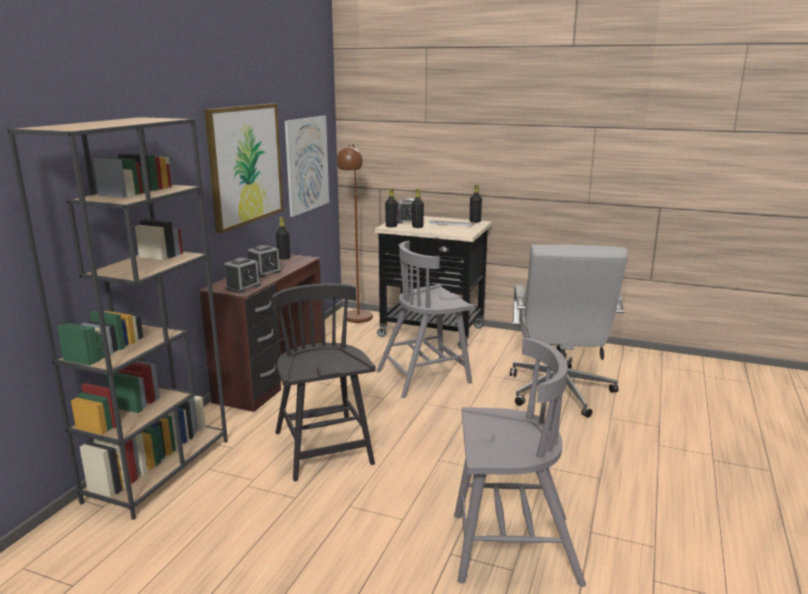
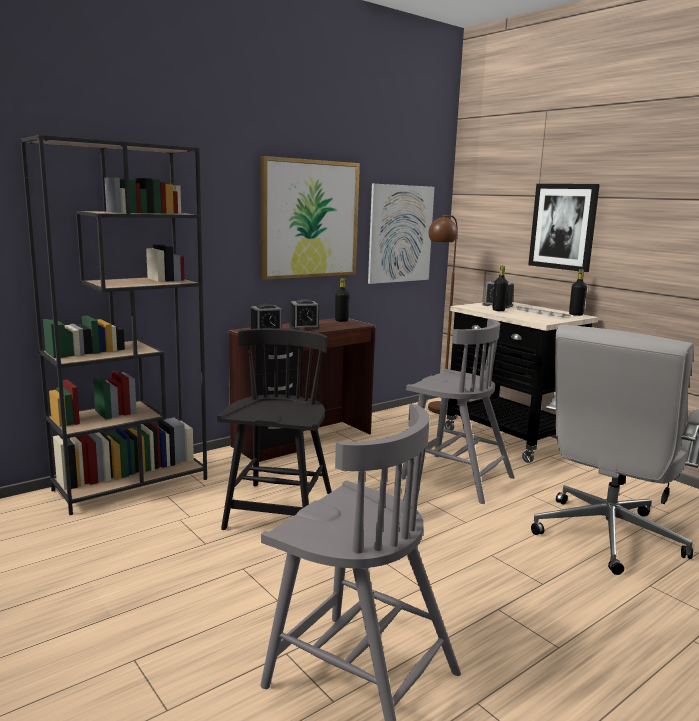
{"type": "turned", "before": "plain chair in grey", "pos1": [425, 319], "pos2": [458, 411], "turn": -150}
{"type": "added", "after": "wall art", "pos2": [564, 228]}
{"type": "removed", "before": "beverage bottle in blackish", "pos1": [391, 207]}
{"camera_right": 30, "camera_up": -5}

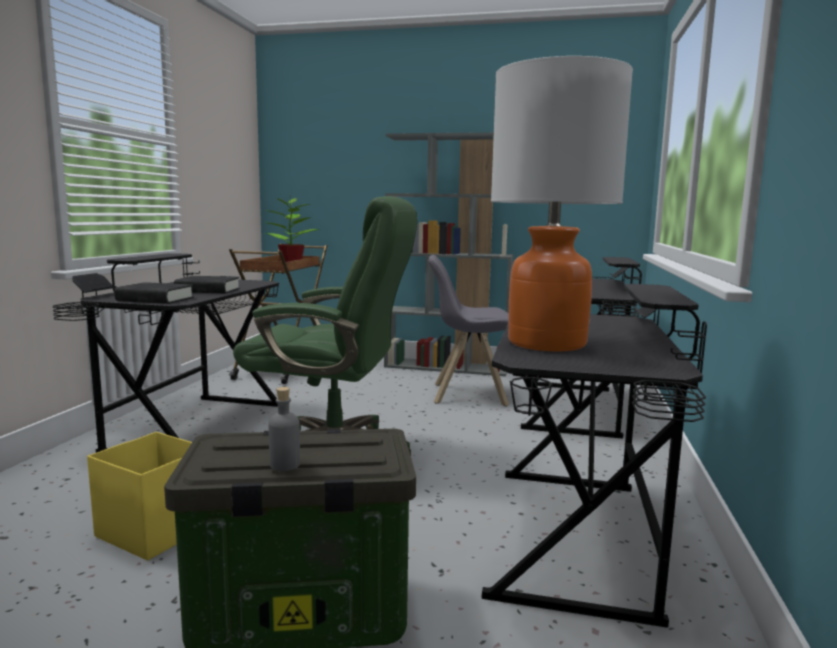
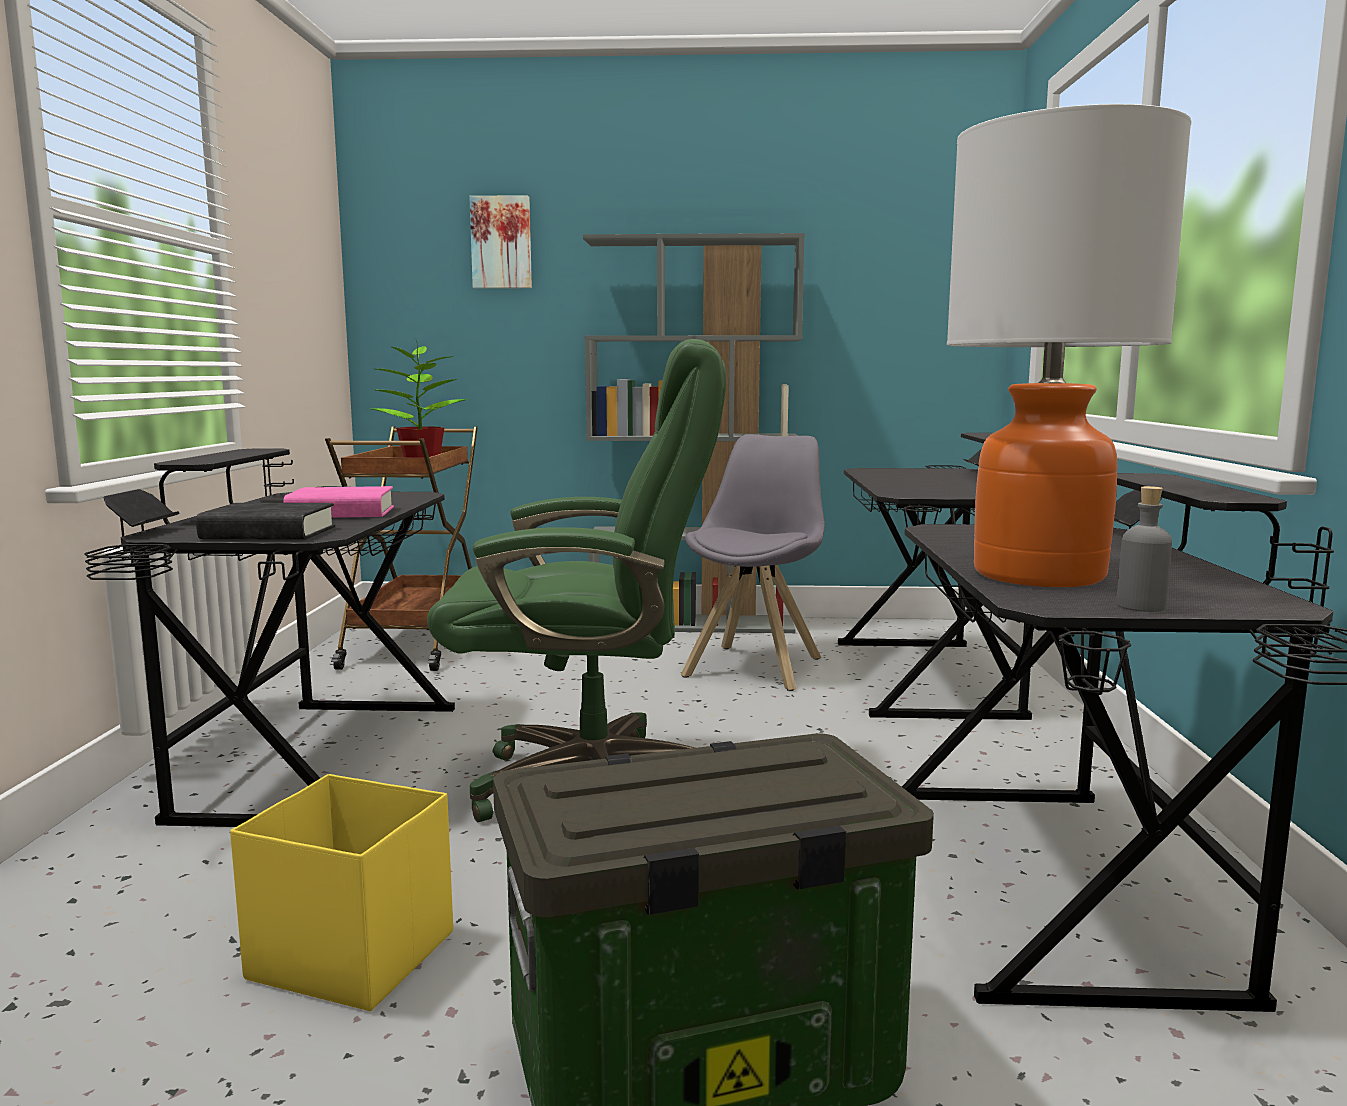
{"type": "recoloured", "before": "bound book in blackish", "after": "bound book in pink-coloured", "pos1": [207, 284], "pos2": [339, 502]}
{"type": "added", "after": "wall art", "pos2": [500, 242]}
{"type": "turned", "before": "plain chair in grey", "pos1": [468, 330], "pos2": [753, 562], "turn": 120}
{"type": "moved", "before": "beverage bottle in grey", "pos1": [284, 429], "pos2": [1144, 549]}
{"camera_right": -10, "camera_up": 0}

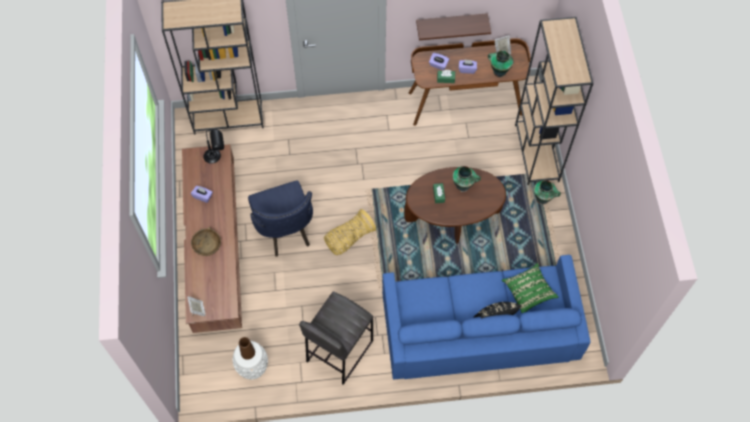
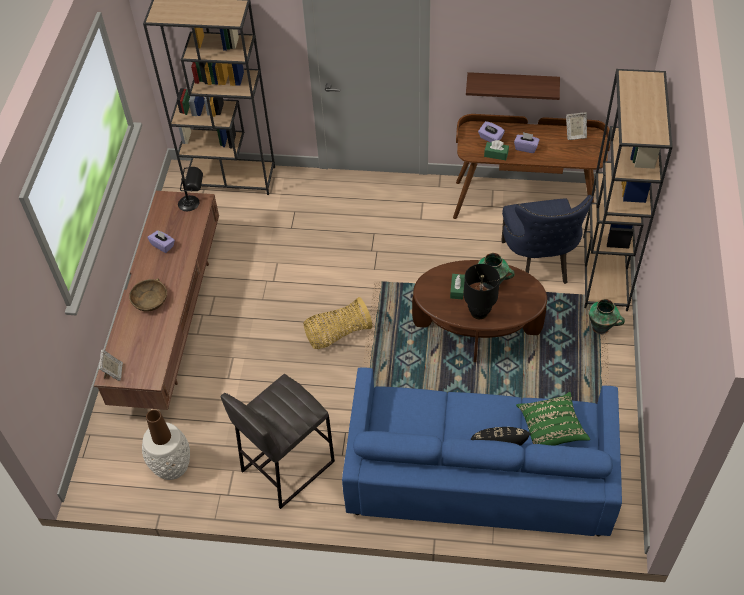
{"type": "added", "after": "table lamp in blackish", "pos2": [482, 291]}
{"type": "moved", "before": "plain chair in blue", "pos1": [280, 218], "pos2": [547, 239]}
{"type": "removed", "before": "vase", "pos1": [500, 64]}
{"camera_right": 15, "camera_up": -10}

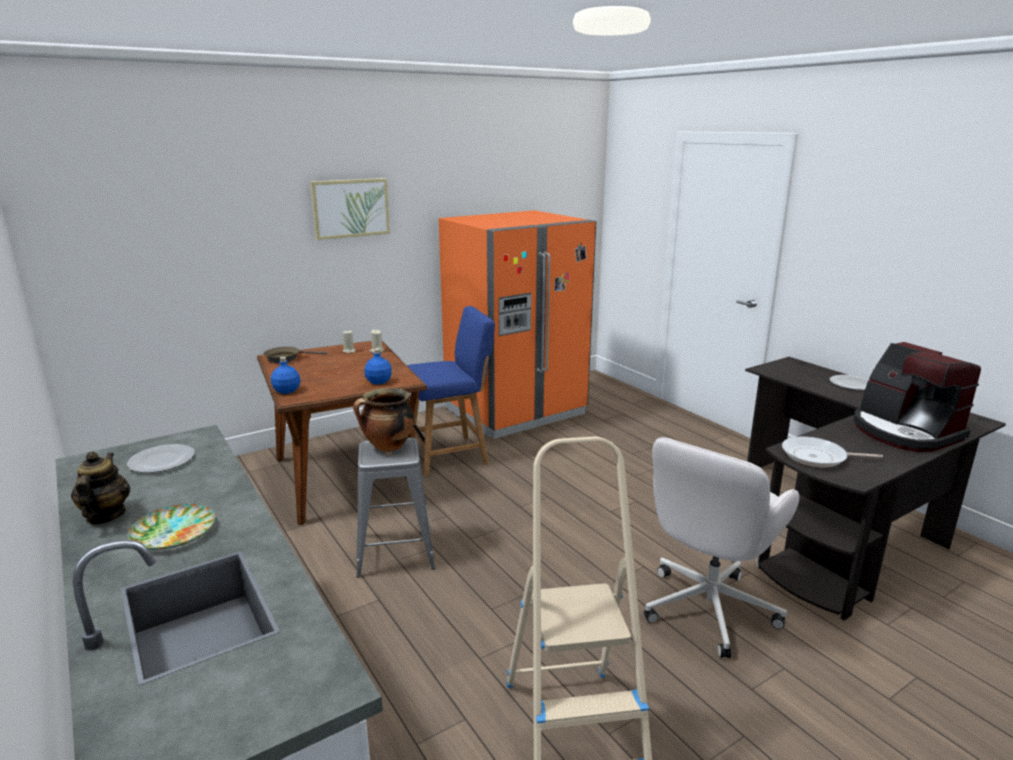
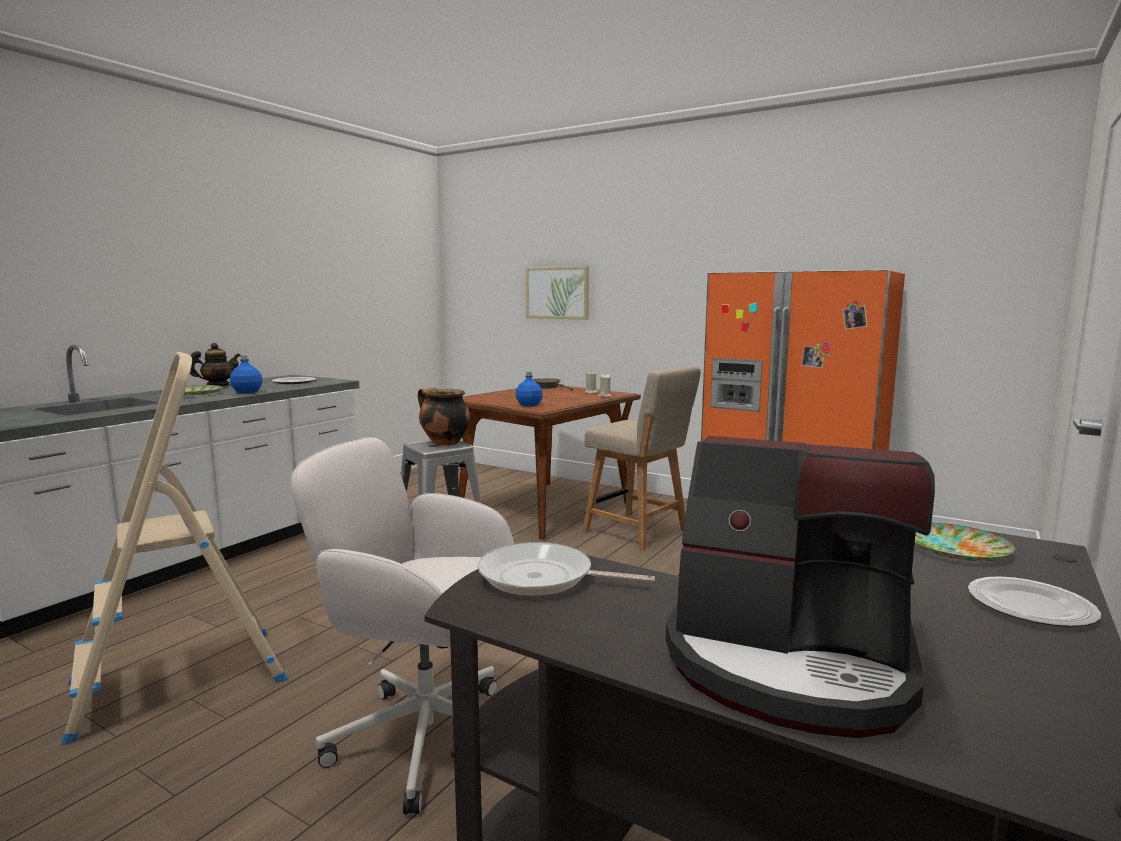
{"type": "moved", "before": "beverage bottle in blue", "pos1": [286, 375], "pos2": [246, 374]}
{"type": "turned", "before": "frying pan", "pos1": [832, 452], "pos2": [566, 569], "turn": -60}
{"type": "moved", "before": "wall art", "pos1": [350, 209], "pos2": [557, 293]}
{"type": "recoloured", "before": "plain chair in blue", "after": "plain chair in sand-coloured", "pos1": [451, 391], "pos2": [641, 458]}
{"type": "turned", "before": "coffee machine", "pos1": [917, 397], "pos2": [800, 587], "turn": -105}
{"type": "added", "after": "flat dish", "pos2": [965, 542]}
{"camera_right": 65, "camera_up": -10}

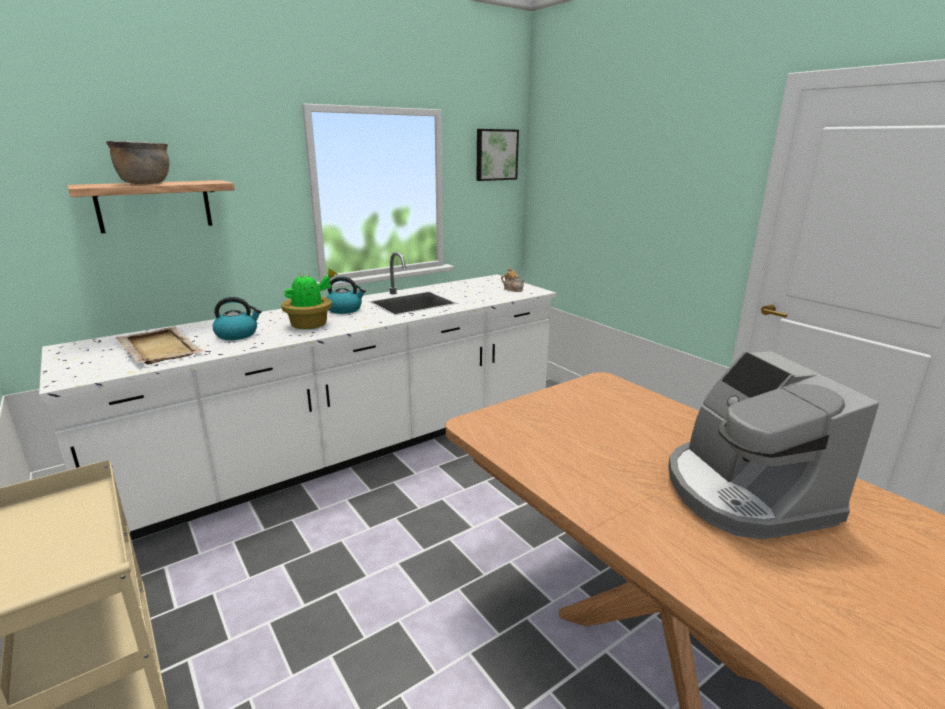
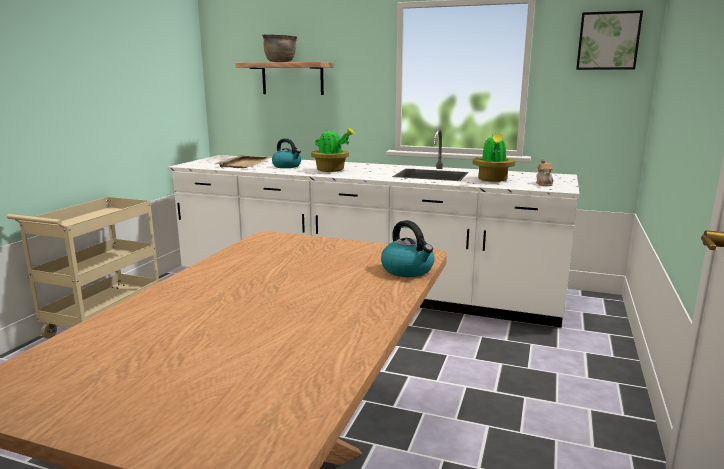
{"type": "moved", "before": "kettle", "pos1": [346, 295], "pos2": [407, 248]}
{"type": "added", "after": "potted plant", "pos2": [494, 157]}
{"type": "removed", "before": "coffee machine", "pos1": [773, 445]}
{"camera_right": 55, "camera_up": -5}

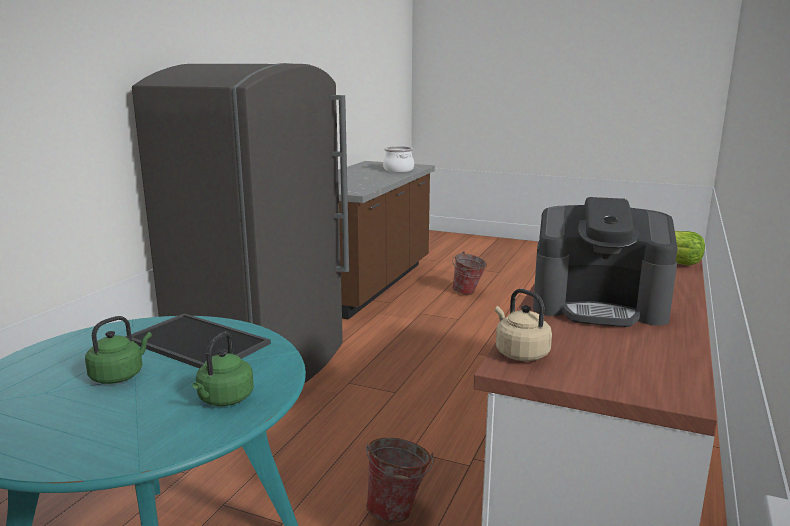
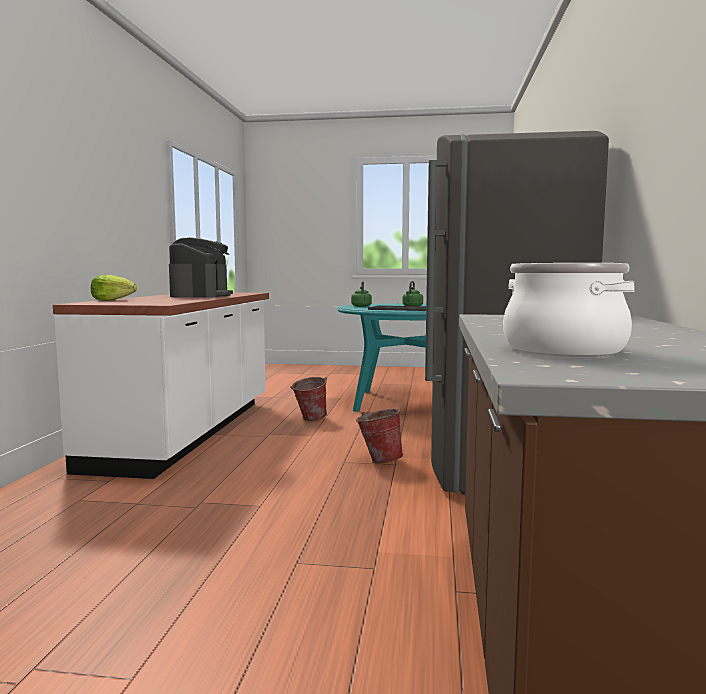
{"type": "turned", "before": "coffee machine", "pos1": [605, 262], "pos2": [201, 267], "turn": 90}
{"type": "moved", "before": "water bucket", "pos1": [469, 273], "pos2": [379, 436]}
{"type": "removed", "before": "kettle in sand-coloured", "pos1": [523, 325]}
{"camera_right": 165, "camera_up": -10}

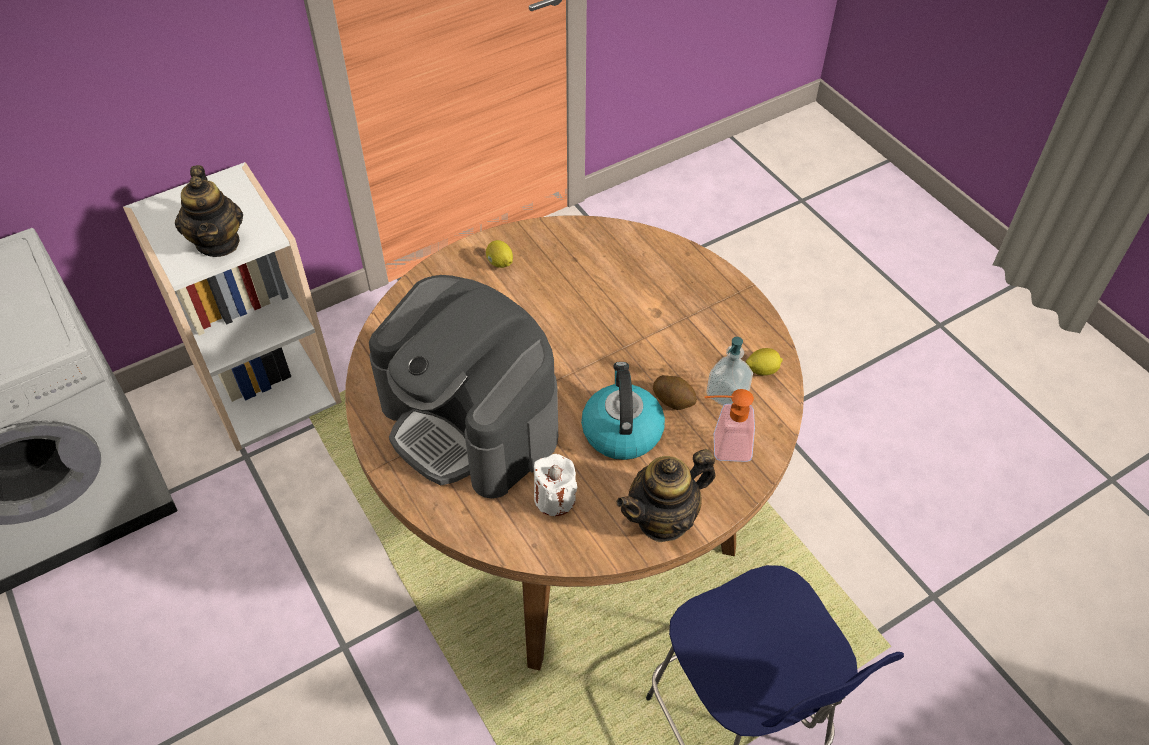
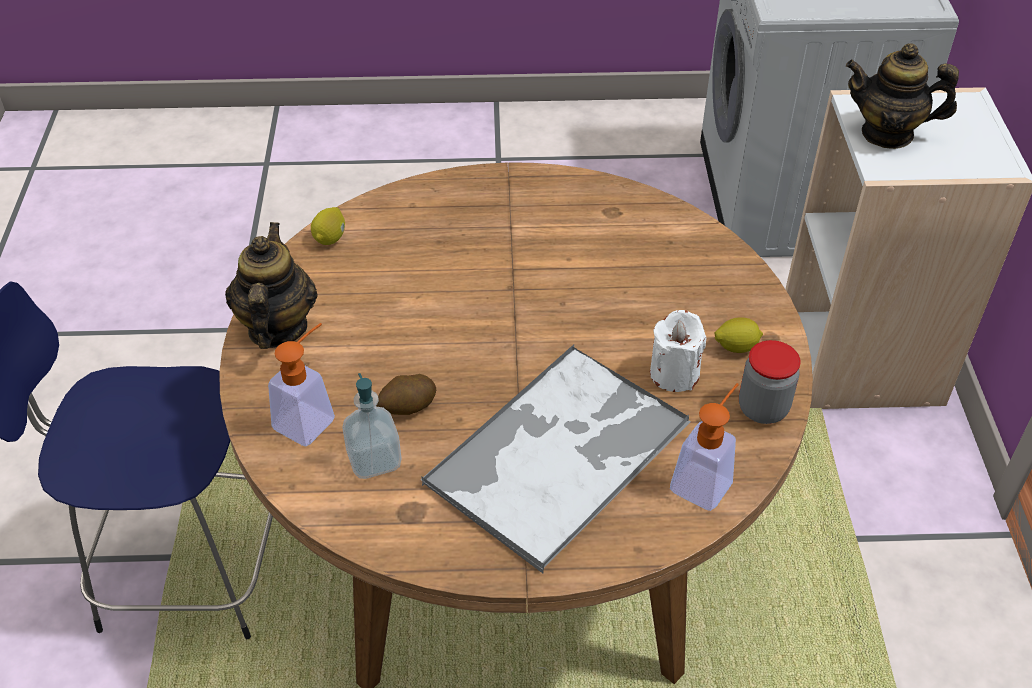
{"type": "moved", "before": "citrus fruit", "pos1": [764, 362], "pos2": [328, 226]}
{"type": "added", "after": "carrying tray", "pos2": [555, 458]}
{"type": "moved", "before": "wax light in white-coloured", "pos1": [555, 485], "pos2": [678, 351]}
{"type": "added", "after": "liquid soap bottle", "pos2": [704, 447]}
{"type": "added", "after": "storage jar", "pos2": [770, 382]}
{"type": "removed", "before": "coffee machine", "pos1": [463, 387]}
{"type": "removed", "before": "kettle", "pos1": [623, 411]}
{"camera_right": 120, "camera_up": -5}

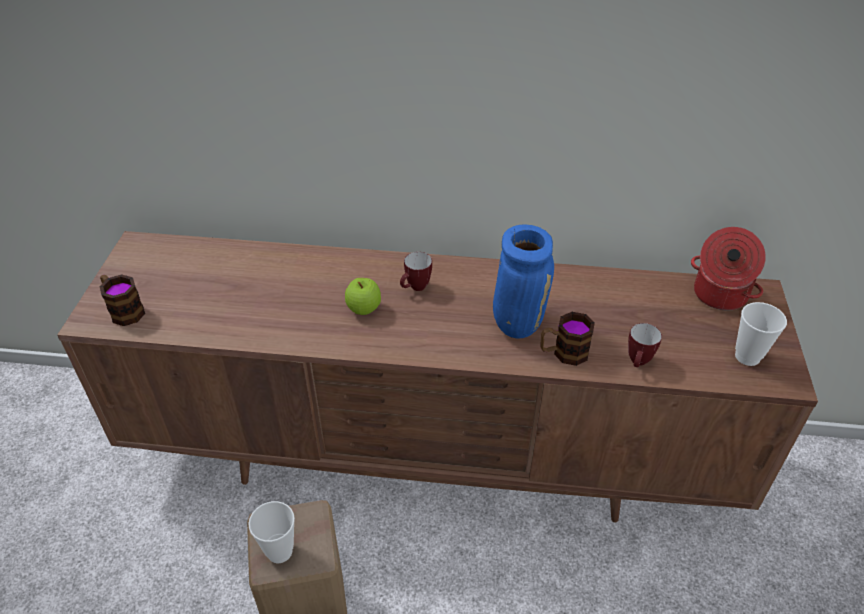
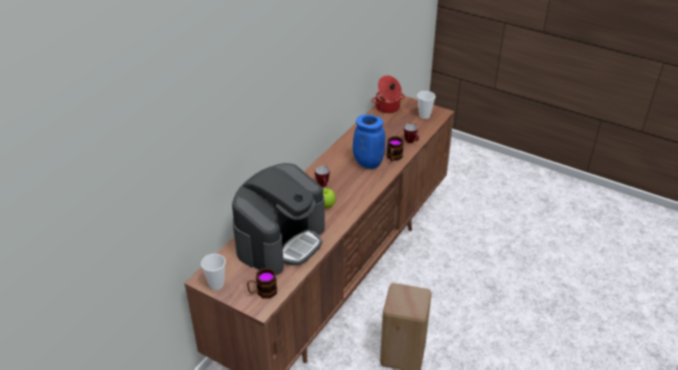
{"type": "moved", "before": "cup", "pos1": [271, 532], "pos2": [213, 272]}
{"type": "added", "after": "coffee machine", "pos2": [278, 219]}
{"camera_right": -65, "camera_up": -5}

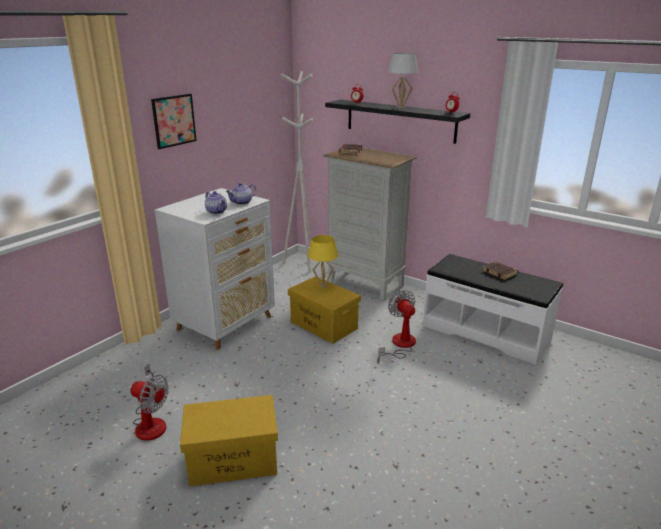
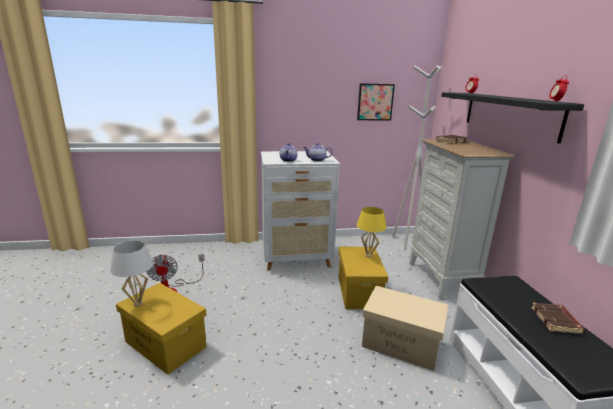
{"type": "moved", "before": "table lamp in white-coloured", "pos1": [403, 80], "pos2": [131, 273]}
{"type": "moved", "before": "wall art", "pos1": [174, 121], "pos2": [376, 102]}
{"type": "replaced", "before": "cooling fan", "after": "storage bin in sand-coloured", "pos1": [396, 327], "pos2": [405, 328]}
{"camera_right": 45, "camera_up": -5}

